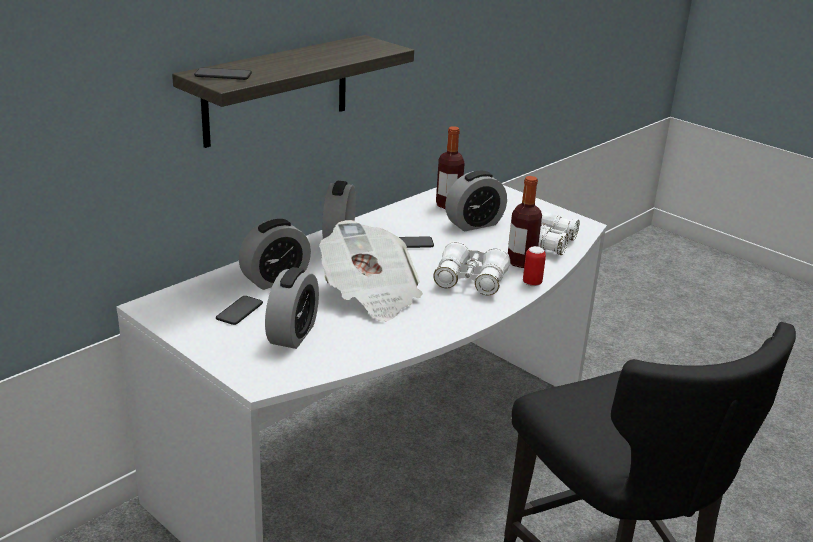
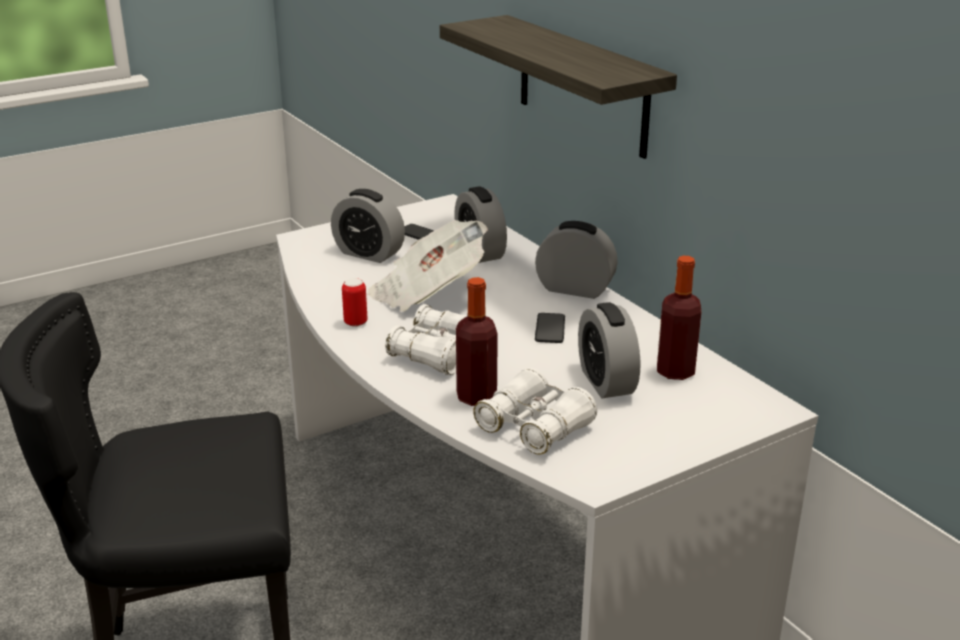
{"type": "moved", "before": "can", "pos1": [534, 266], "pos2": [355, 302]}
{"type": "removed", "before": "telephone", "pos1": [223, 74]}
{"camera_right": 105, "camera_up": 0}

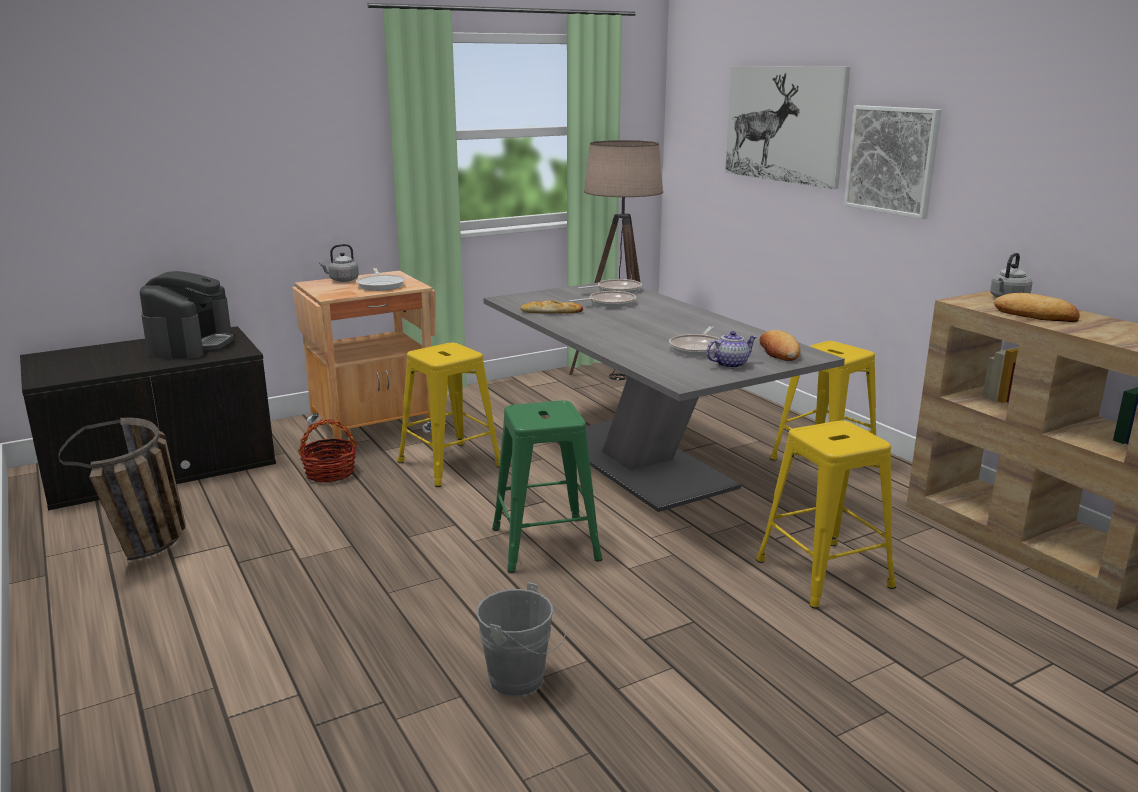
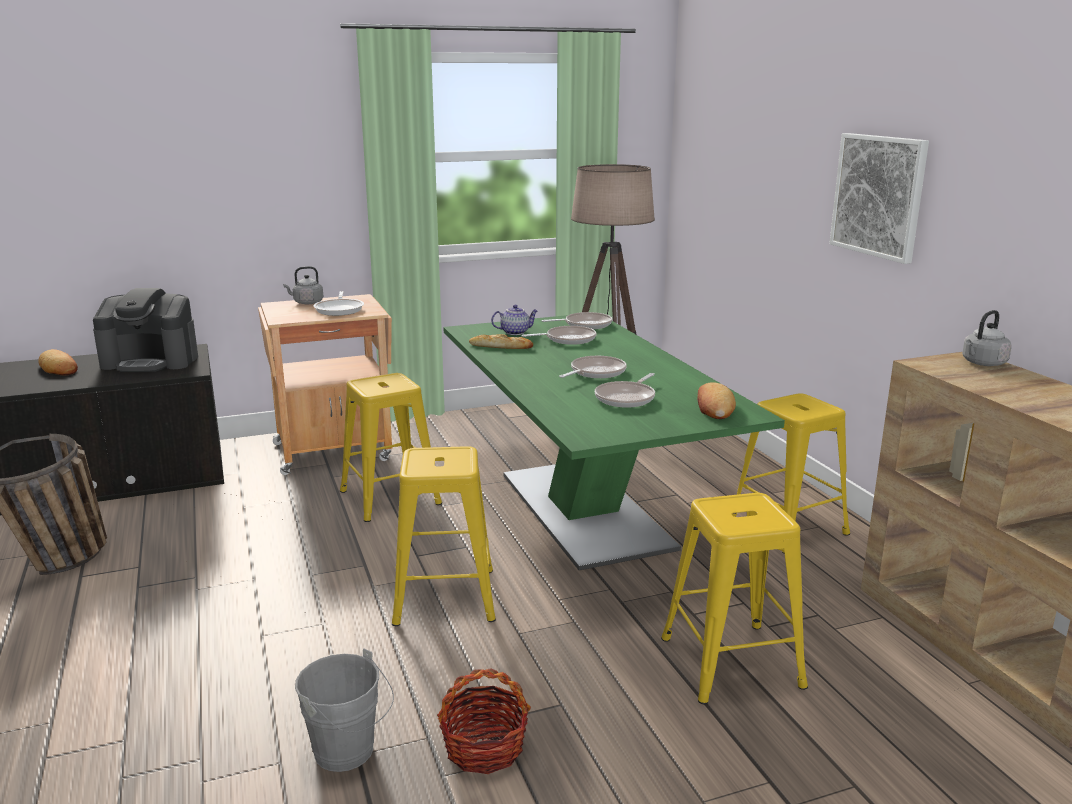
{"type": "moved", "before": "bakery bread", "pos1": [1037, 307], "pos2": [58, 362]}
{"type": "turned", "before": "coffee machine", "pos1": [187, 315], "pos2": [145, 330], "turn": 75}
{"type": "recoloured", "before": "sitting stool in green-coloured", "after": "sitting stool in yellow-coloured", "pos1": [547, 486], "pos2": [444, 536]}
{"type": "moved", "before": "storage basket", "pos1": [328, 451], "pos2": [484, 721]}
{"type": "recoloured", "before": "dinner table in grey", "after": "dinner table in green-coloured", "pos1": [664, 397], "pos2": [614, 441]}
{"type": "moved", "before": "tea pot", "pos1": [731, 349], "pos2": [514, 320]}
{"type": "added", "after": "frying pan", "pos2": [593, 367]}
{"type": "removed", "before": "wall art", "pos1": [787, 127]}
{"camera_right": 10, "camera_up": 0}

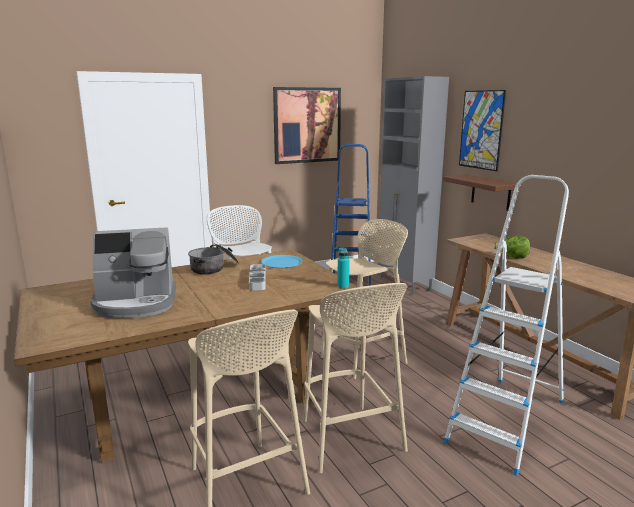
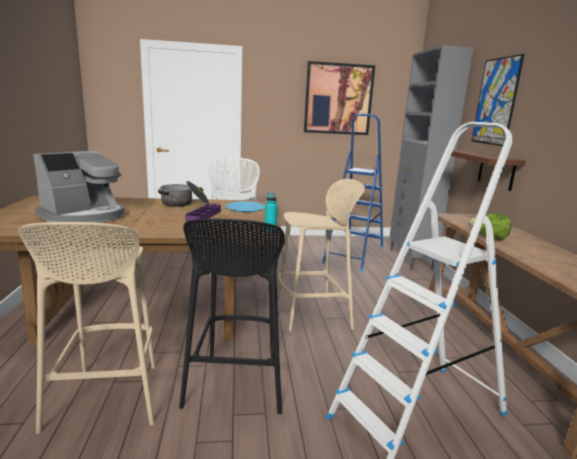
{"type": "turned", "before": "coffee machine", "pos1": [133, 272], "pos2": [79, 187], "turn": -60}
{"type": "recoloured", "before": "sitting stool in sand-coloured", "after": "sitting stool in blackish", "pos1": [355, 378], "pos2": [231, 316]}
{"type": "recoloured", "before": "carrying tray in grey", "after": "carrying tray in purple-coloured", "pos1": [257, 277], "pos2": [203, 212]}
{"camera_right": 20, "camera_up": 0}

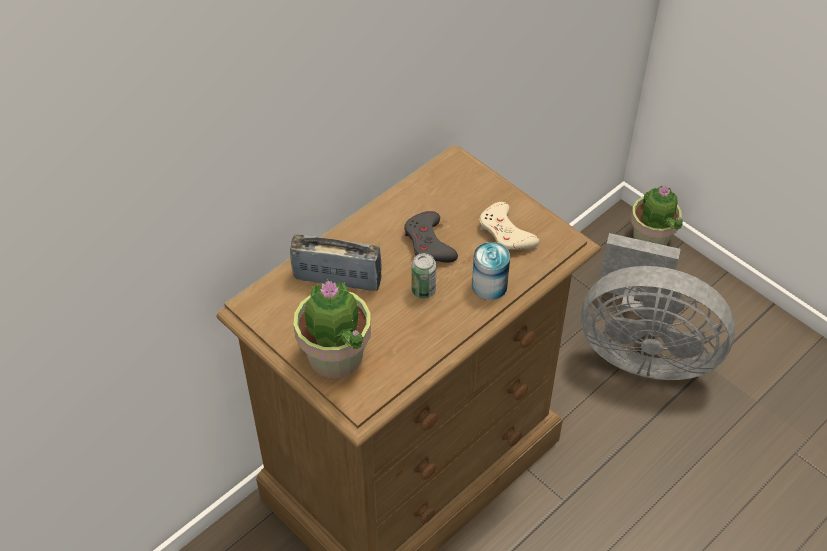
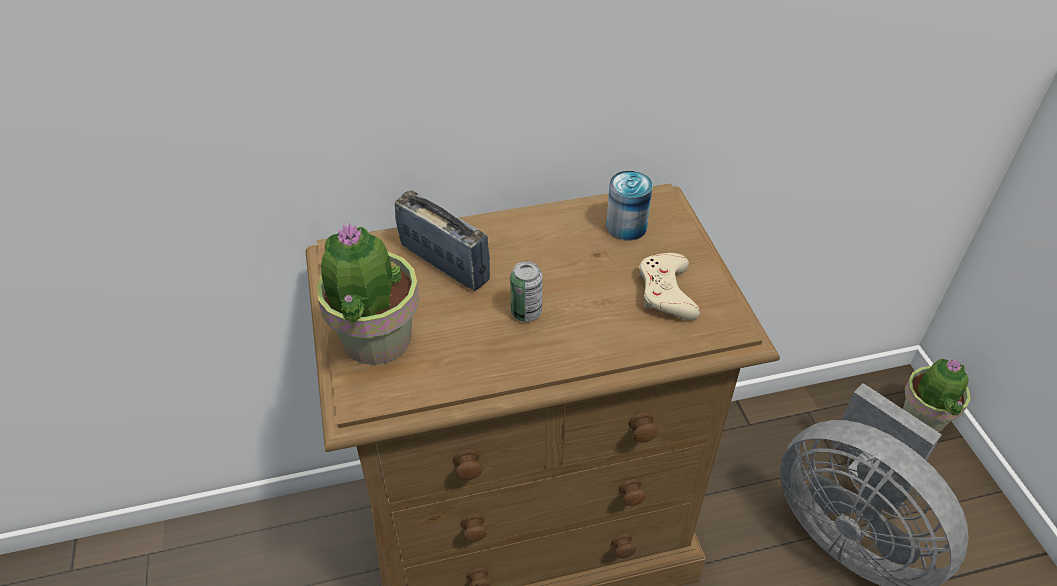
{"type": "moved", "before": "can", "pos1": [491, 271], "pos2": [629, 206]}
{"type": "removed", "before": "gamepad in grey", "pos1": [431, 237]}
{"camera_right": 30, "camera_up": -5}

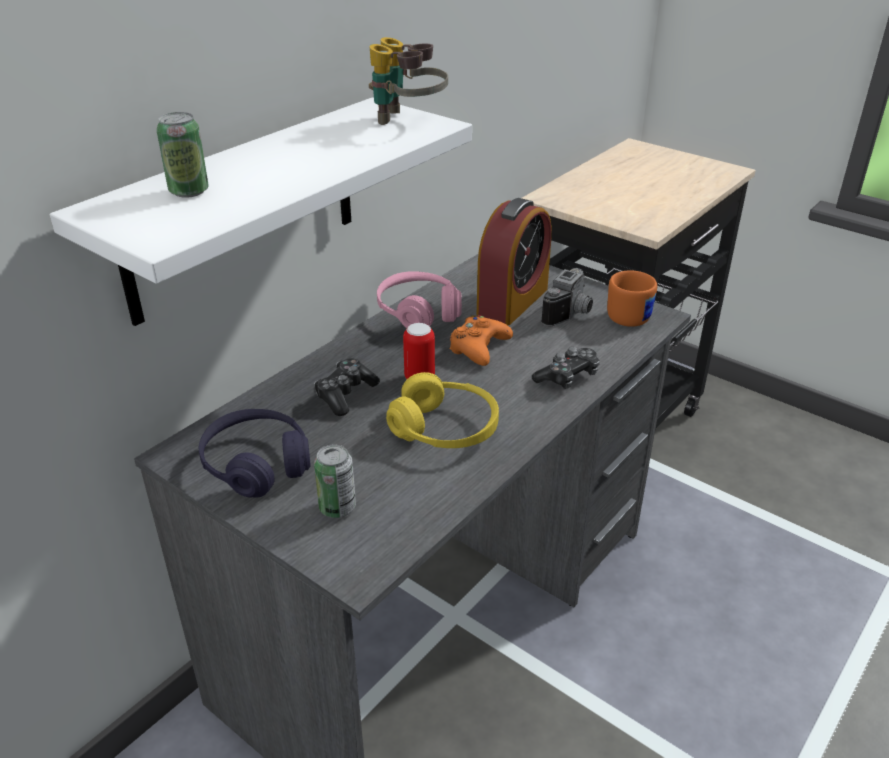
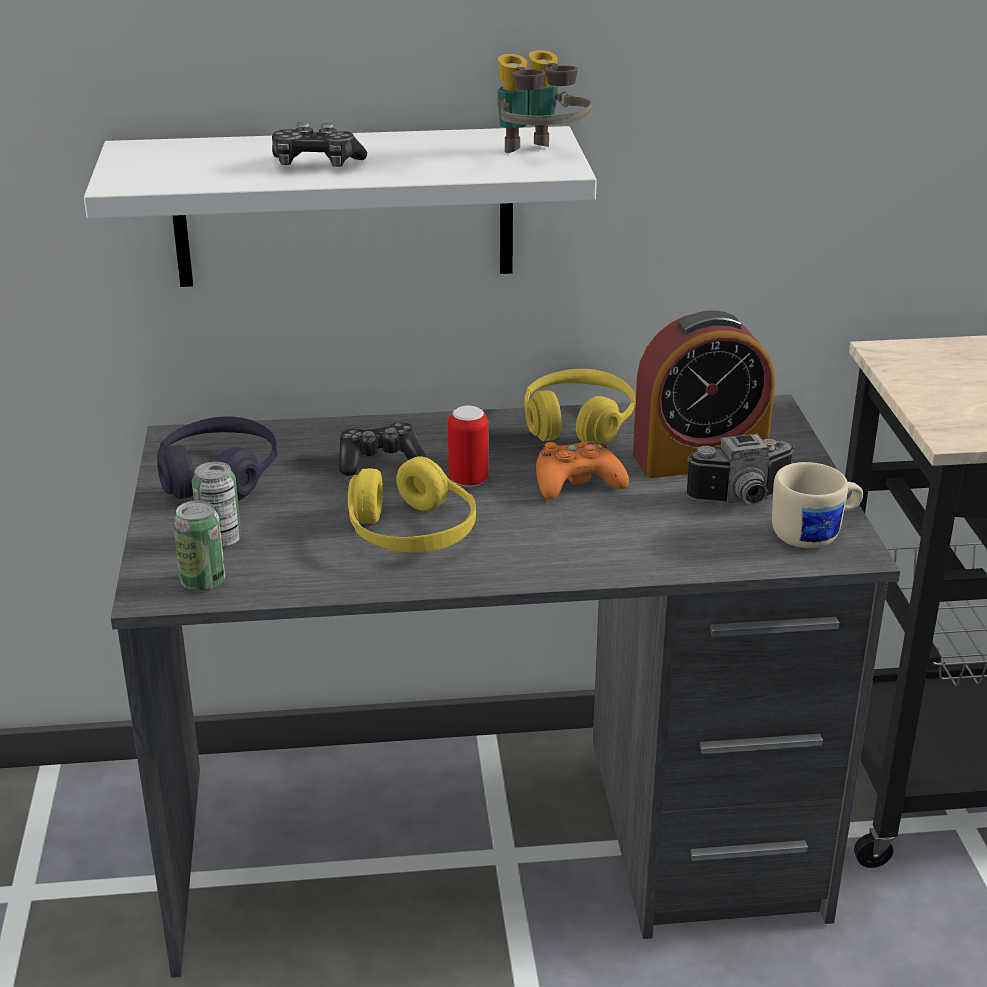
{"type": "moved", "before": "can", "pos1": [183, 155], "pos2": [199, 545]}
{"type": "moved", "before": "gamepad", "pos1": [566, 368], "pos2": [319, 144]}
{"type": "recoloured", "before": "pair of headphones in pink-coloured", "after": "pair of headphones in yellow-coloured", "pos1": [419, 299], "pos2": [580, 407]}
{"type": "recoloured", "before": "mug in orange-coloured", "after": "mug in sand-coloured", "pos1": [632, 298], "pos2": [817, 505]}
{"camera_right": 45, "camera_up": -5}

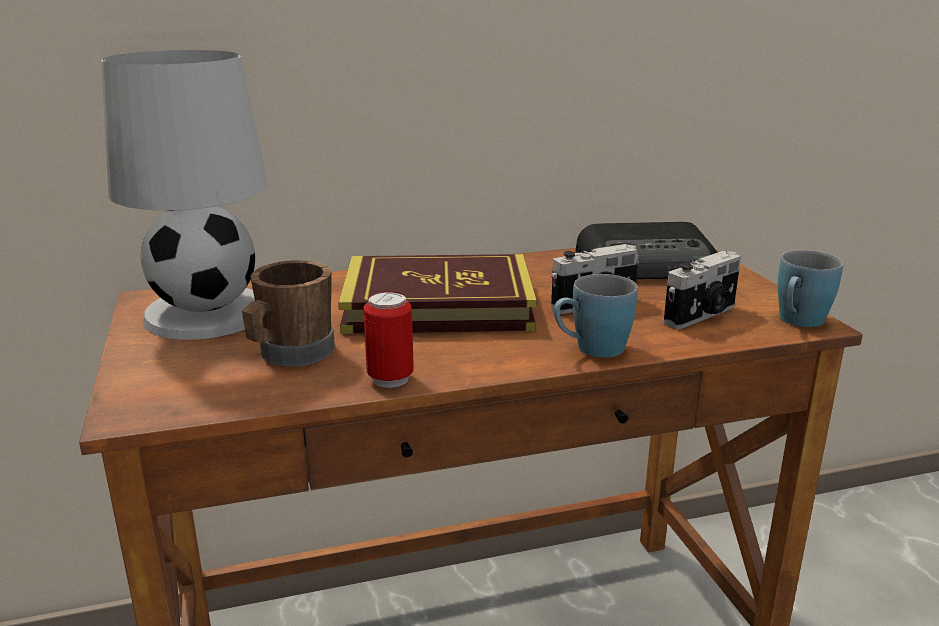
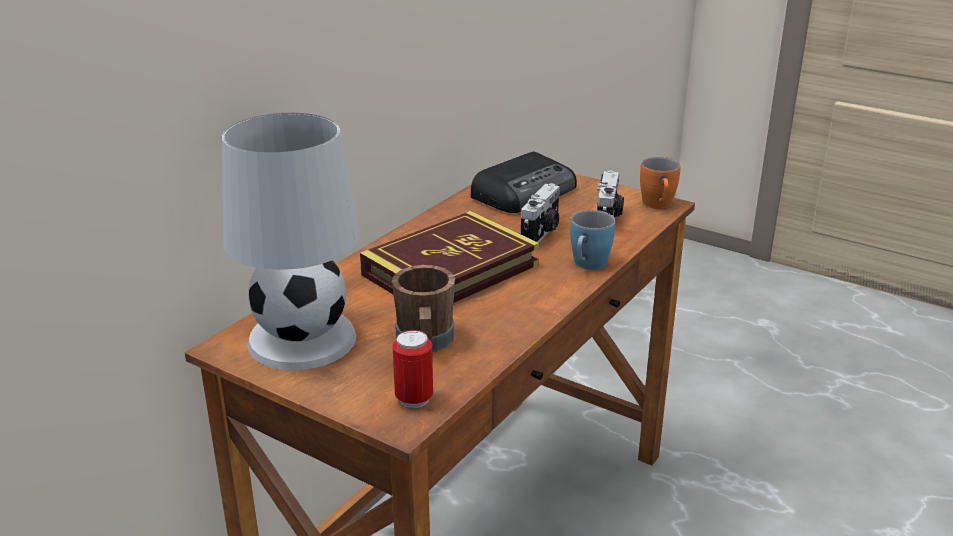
{"type": "moved", "before": "can", "pos1": [389, 339], "pos2": [412, 369]}
{"type": "recoloured", "before": "mug in blue", "after": "mug in orange-coloured", "pos1": [810, 288], "pos2": [660, 183]}
{"camera_right": -40, "camera_up": 5}

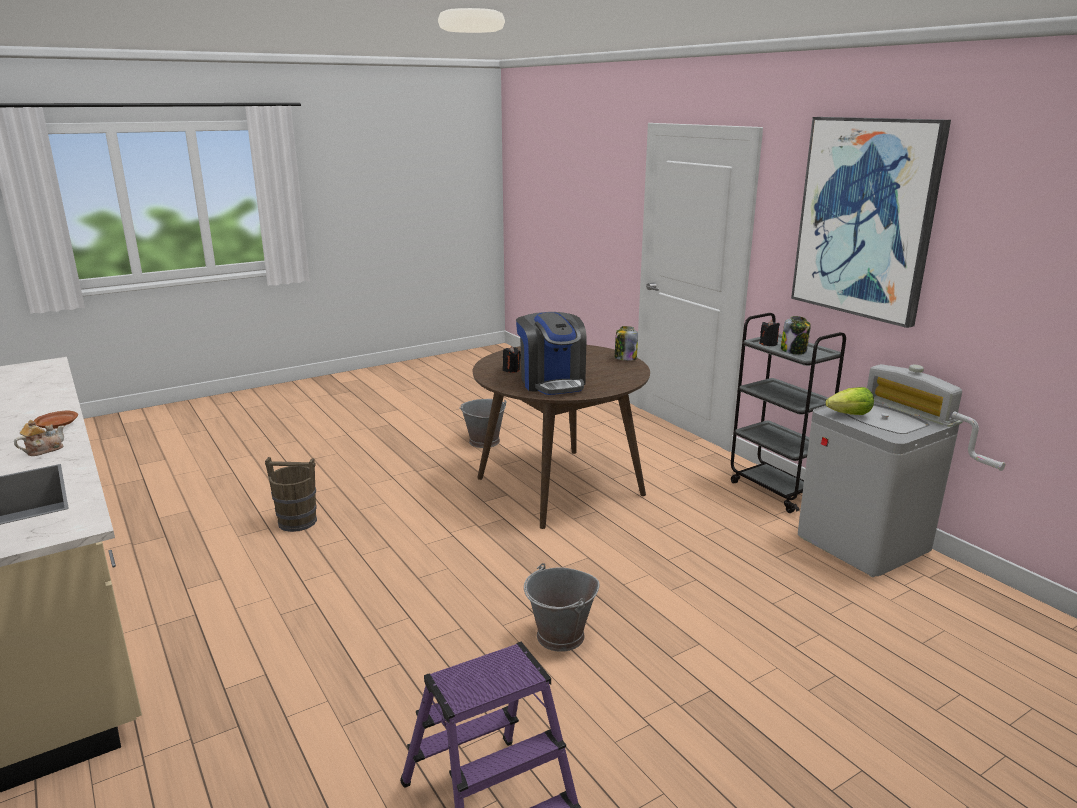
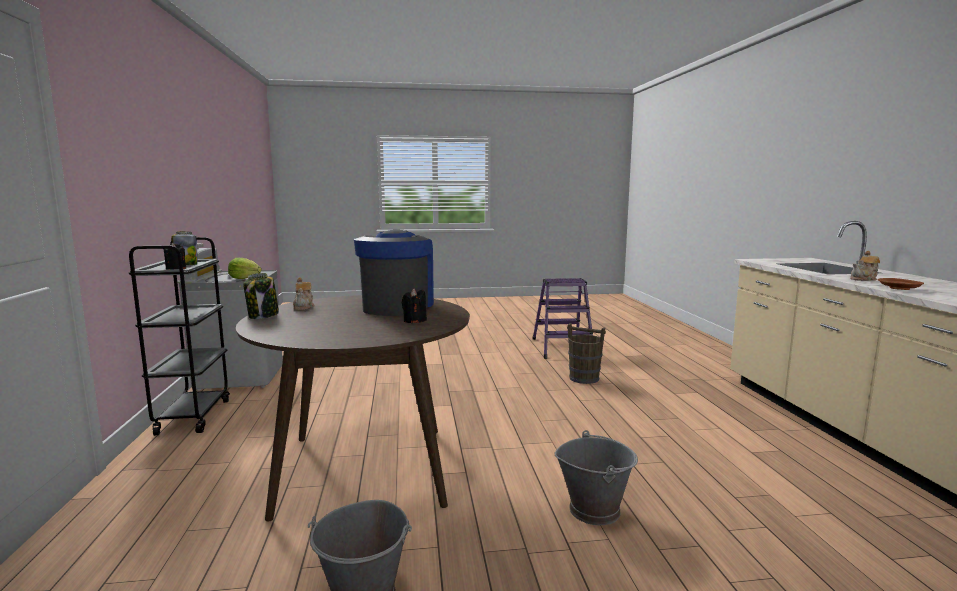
{"type": "added", "after": "tea pot", "pos2": [304, 293]}
{"type": "moved", "before": "water bucket in grey", "pos1": [562, 607], "pos2": [596, 477]}
{"type": "moved", "before": "water bucket in brownish", "pos1": [291, 494], "pos2": [586, 353]}
{"type": "removed", "before": "wall art", "pos1": [871, 222]}
{"camera_right": -155, "camera_up": -10}

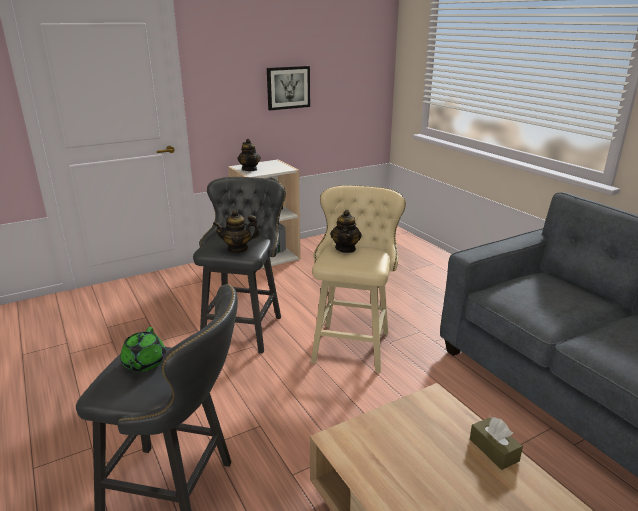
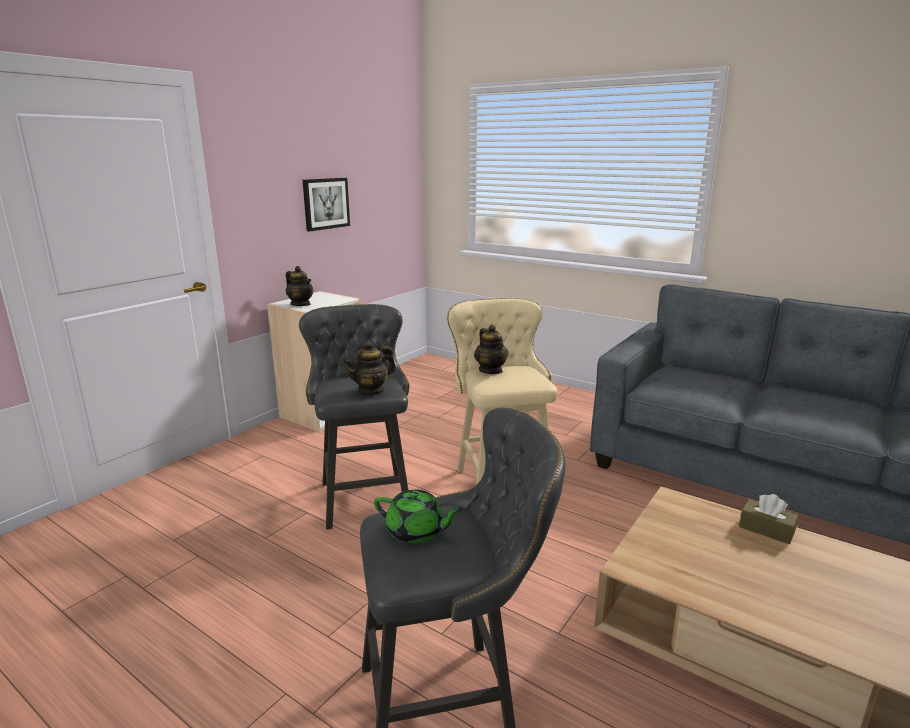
{"type": "turned", "before": "tea pot in green-coloured", "pos1": [143, 349], "pos2": [418, 517], "turn": -45}
{"camera_right": -25, "camera_up": -5}

